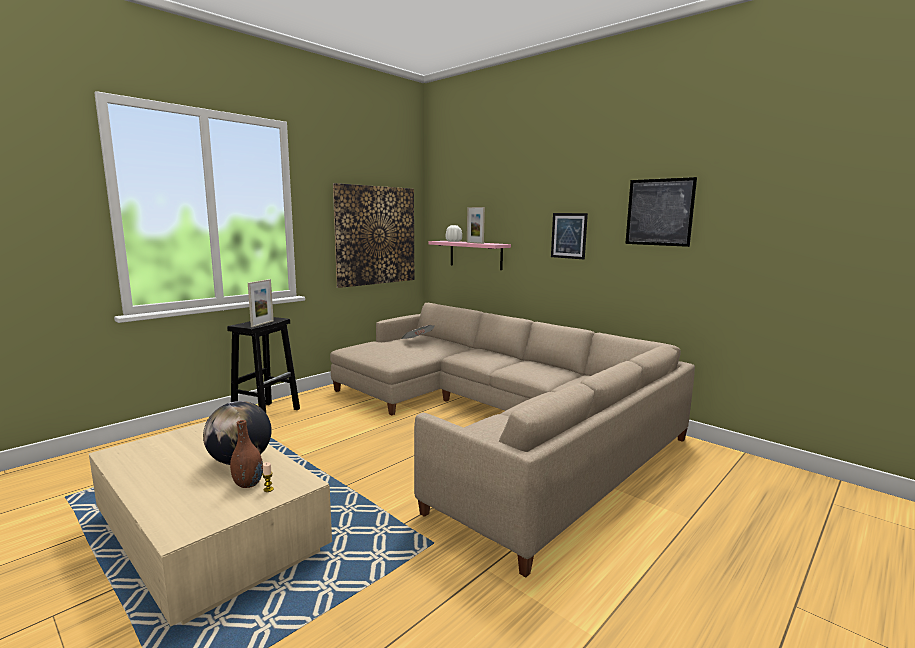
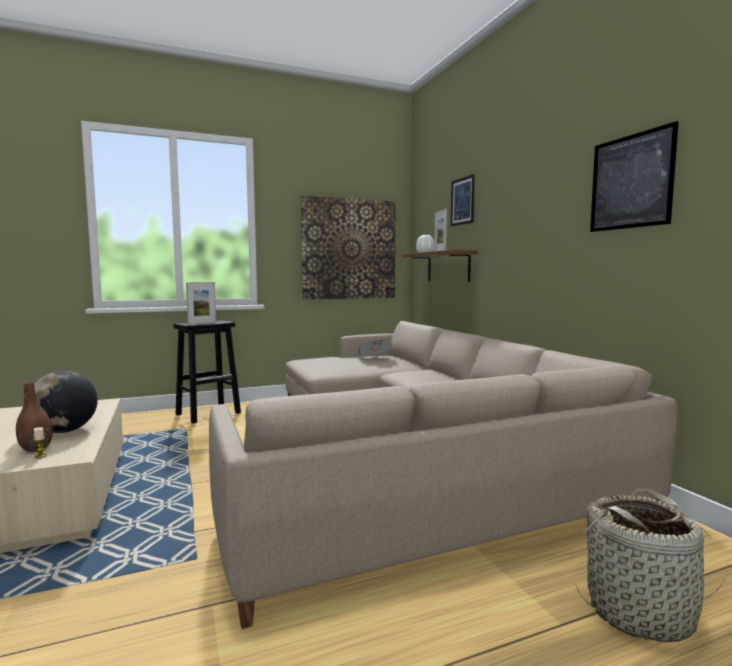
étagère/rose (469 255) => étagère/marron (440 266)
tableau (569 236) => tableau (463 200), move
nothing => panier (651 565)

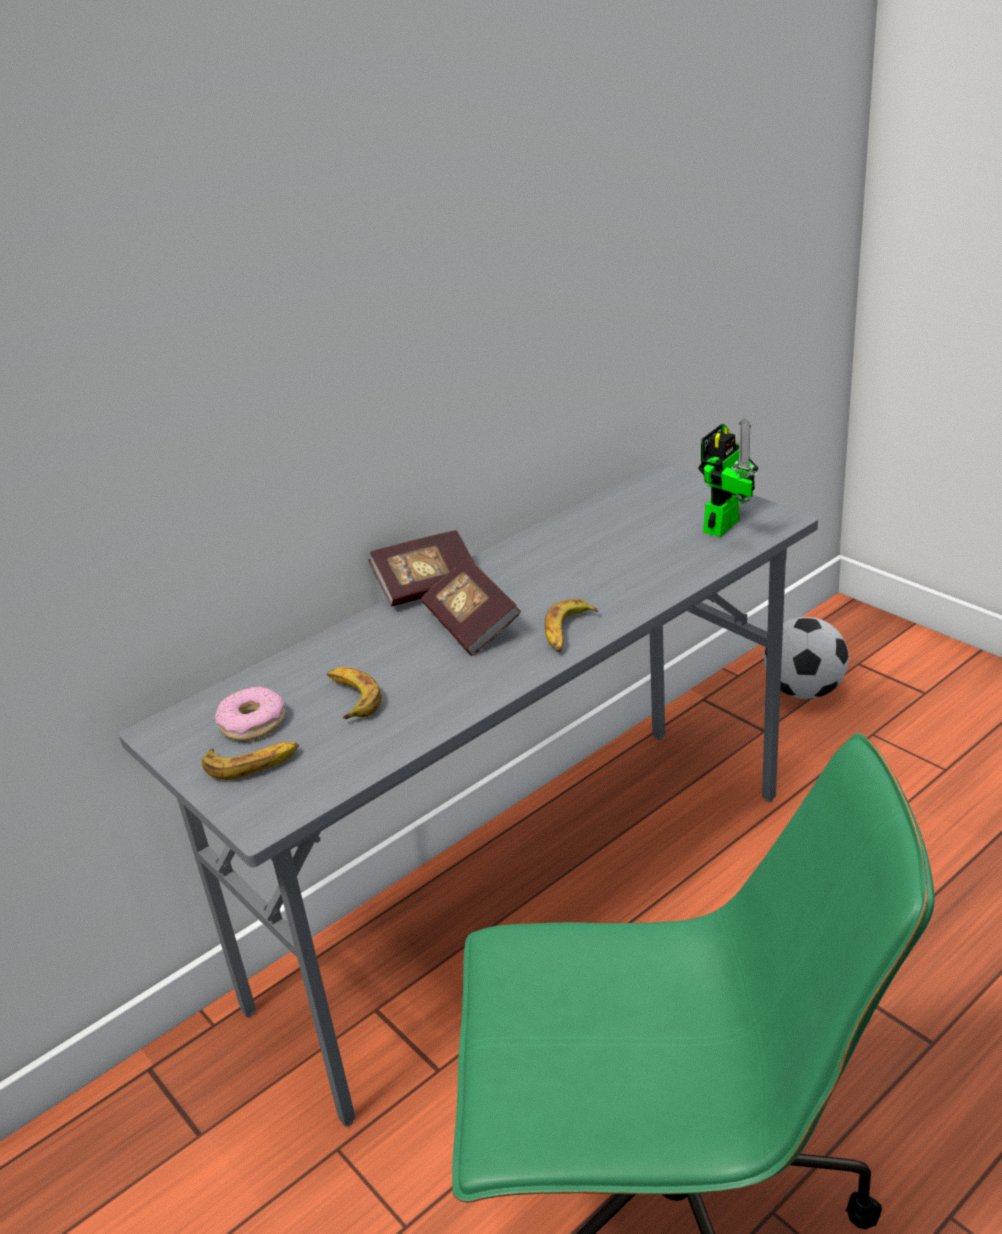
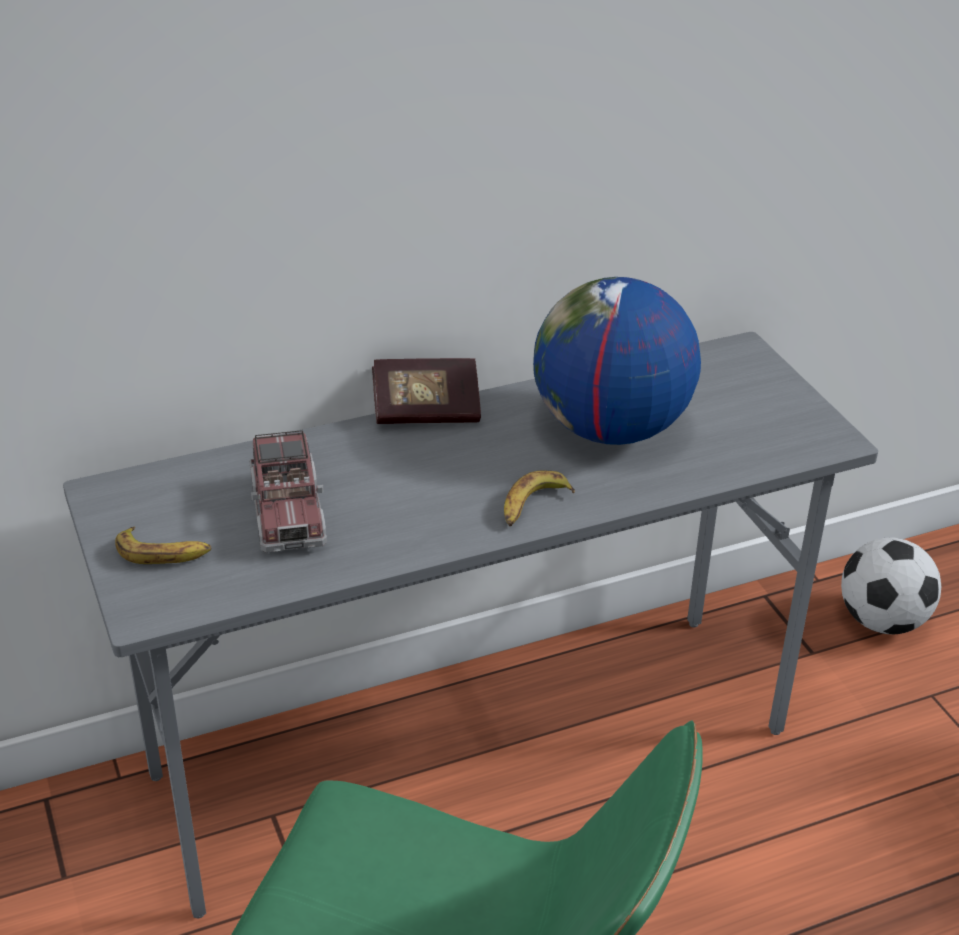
beignet (250 714) => nothing
banane (354 693) => camion jouet (288 491)
livre (471 607) => nothing
robot jouet (728 476) => nothing
nothing => globe (617 361)

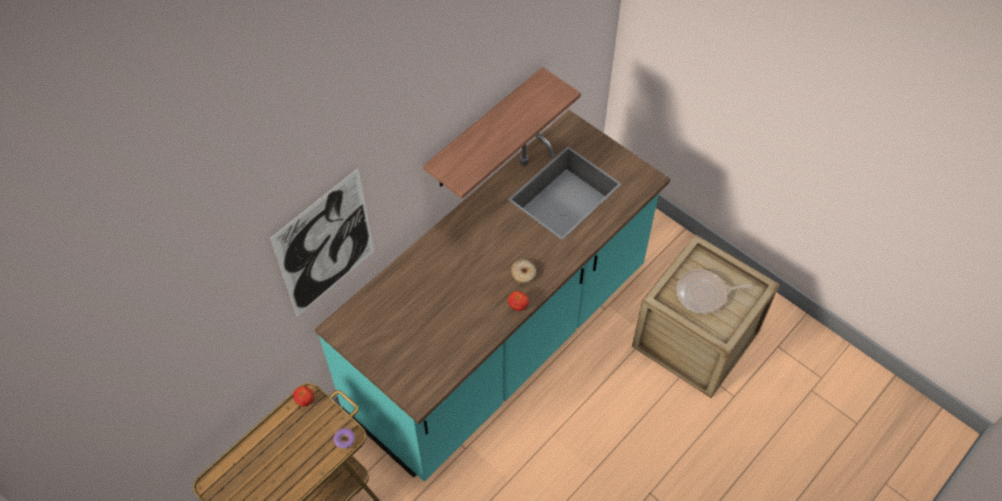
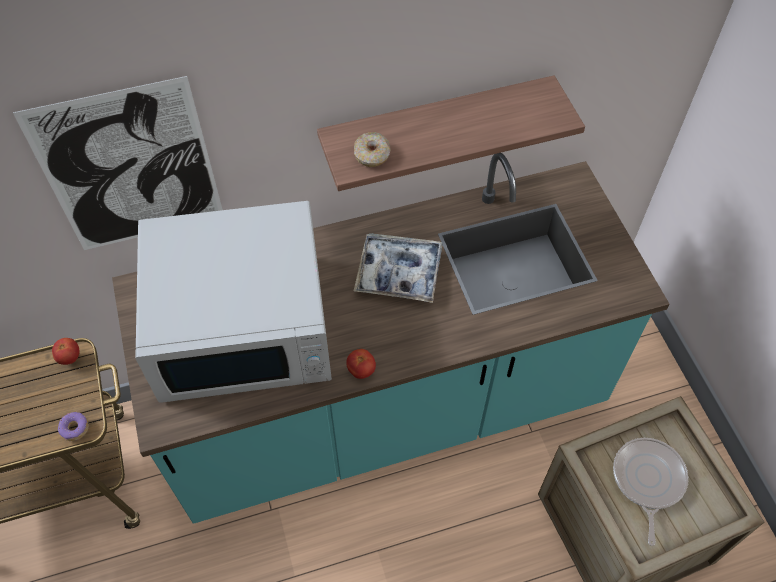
beignet (523 271) => beignet (372 149), move
poêle (714 291) => poêle (651 492), 75 degrees clockwise
nothing => micro-ondes/blanc (233 302)
nothing => plateau (398 268)

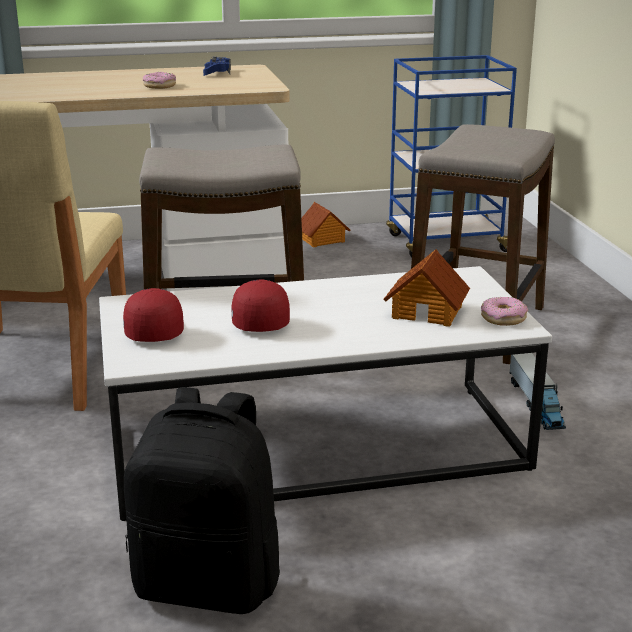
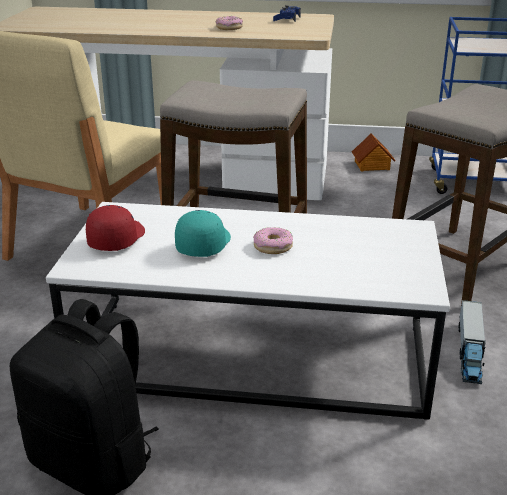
casquette/rouge (260 306) => casquette/turquoise (203 233)
maison miniature (426 288) => nothing
beignet (504 311) => beignet (273 240), move

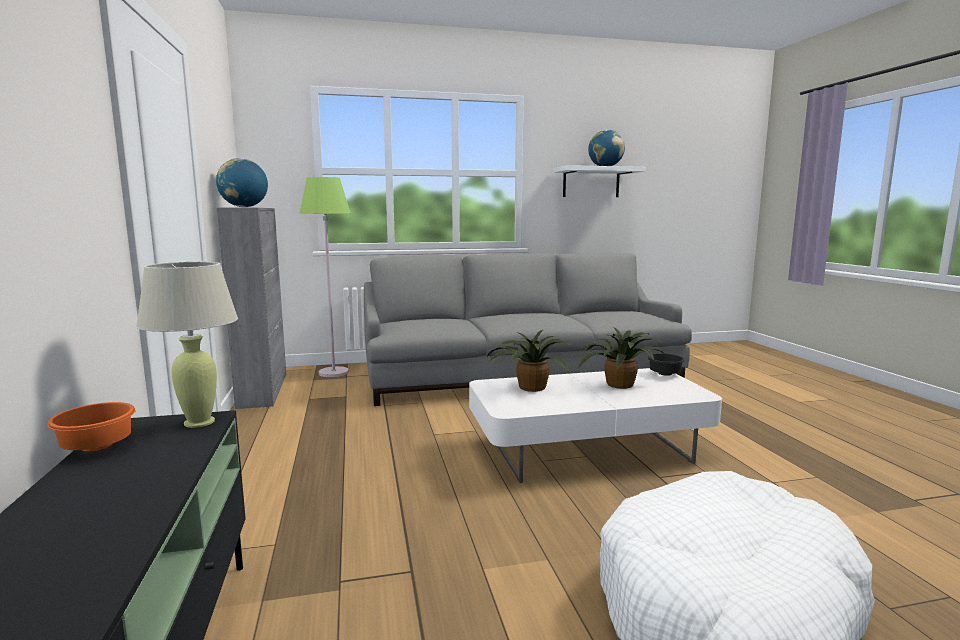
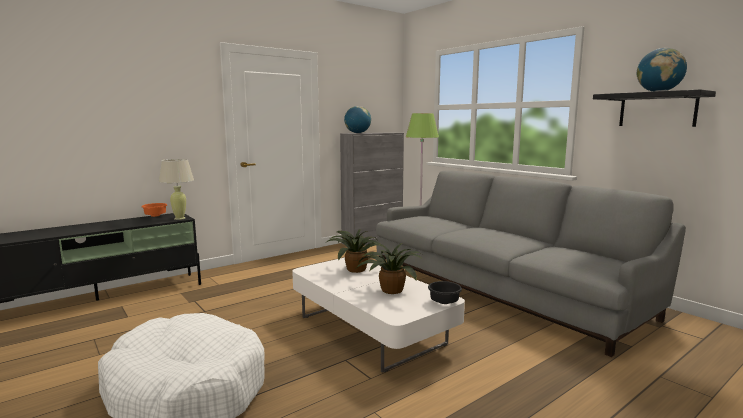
étagère/blanc (600 181) => étagère/noir (654 108)

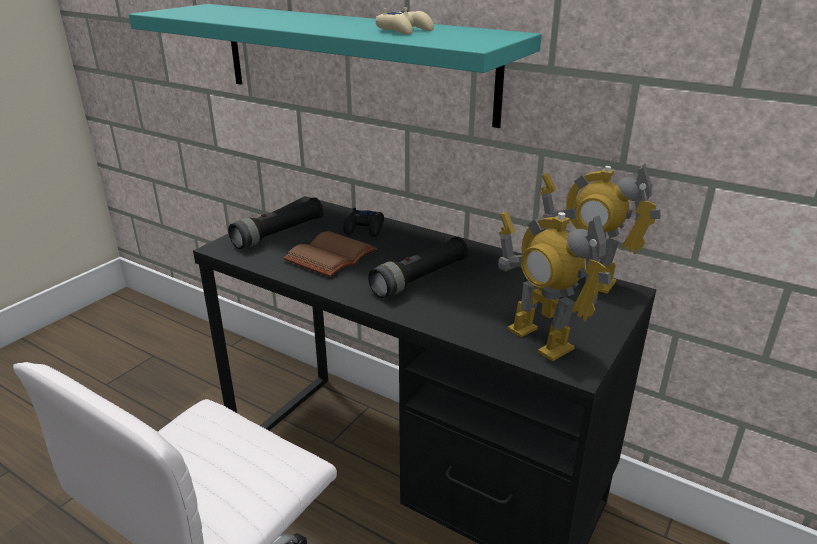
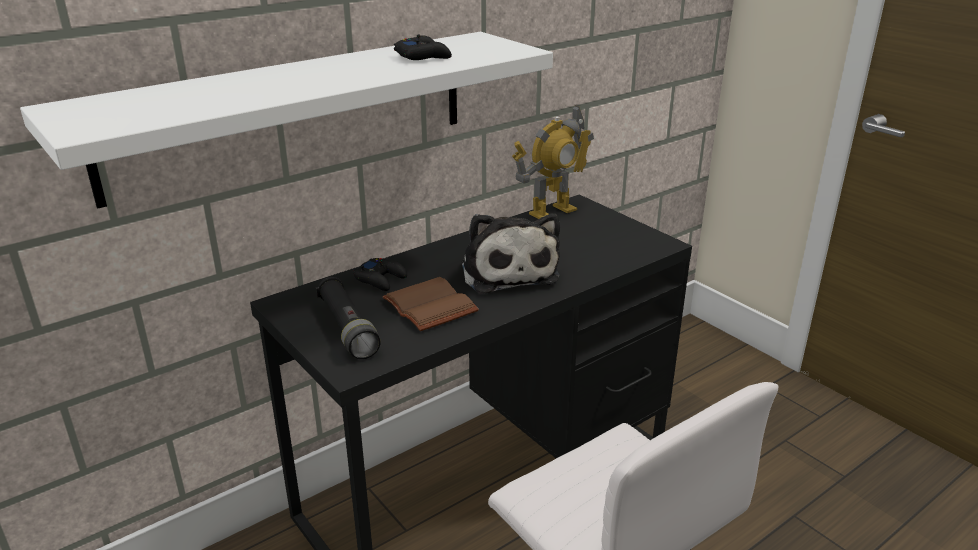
étagère/turquoise (335 66) => étagère/blanc (286 120)
lampe de poche/noir (418 267) => peluche (510 253)
manette/beige (405 21) => manette/noir (423 47)
robot jouet (554 286) => nothing

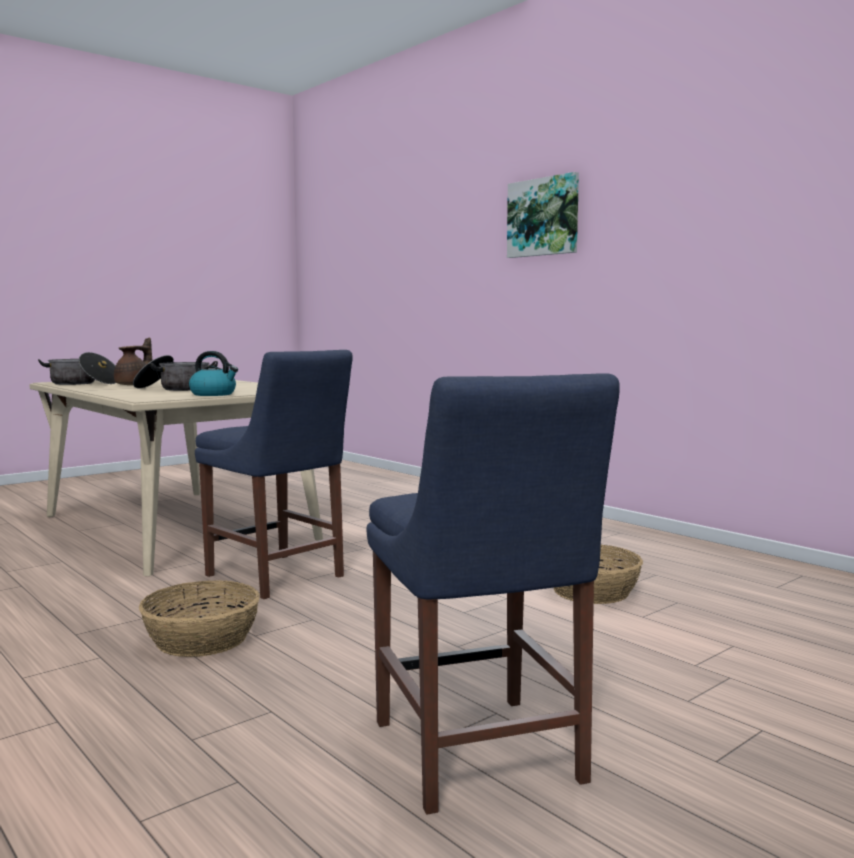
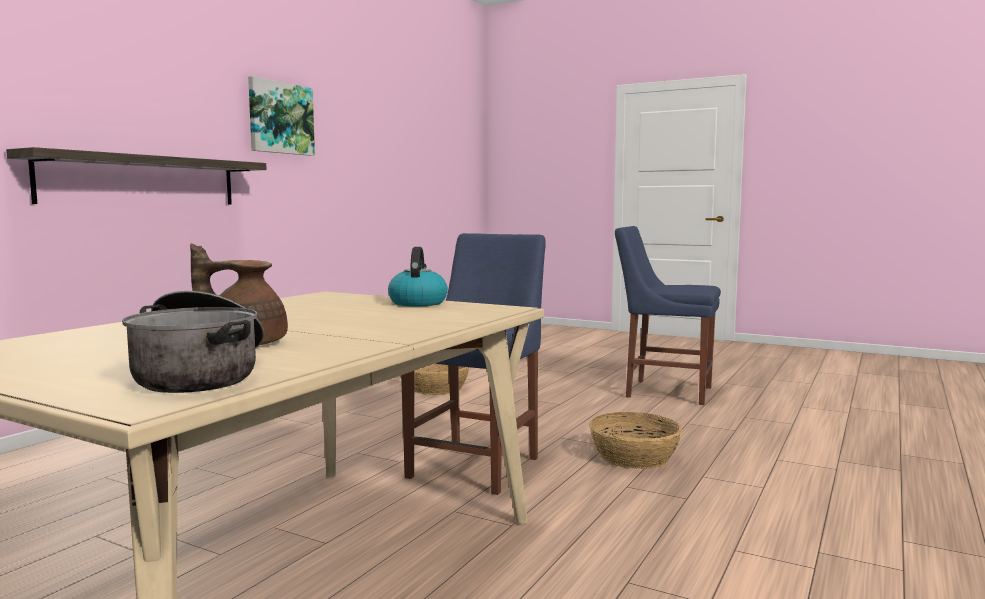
marmite (175 373) => nothing
chaise/bleu (493 594) => chaise/bleu (668 315), 120 degrees counterclockwise
tableau (543 215) => tableau (281 116), move
nothing => étagère (136 175)

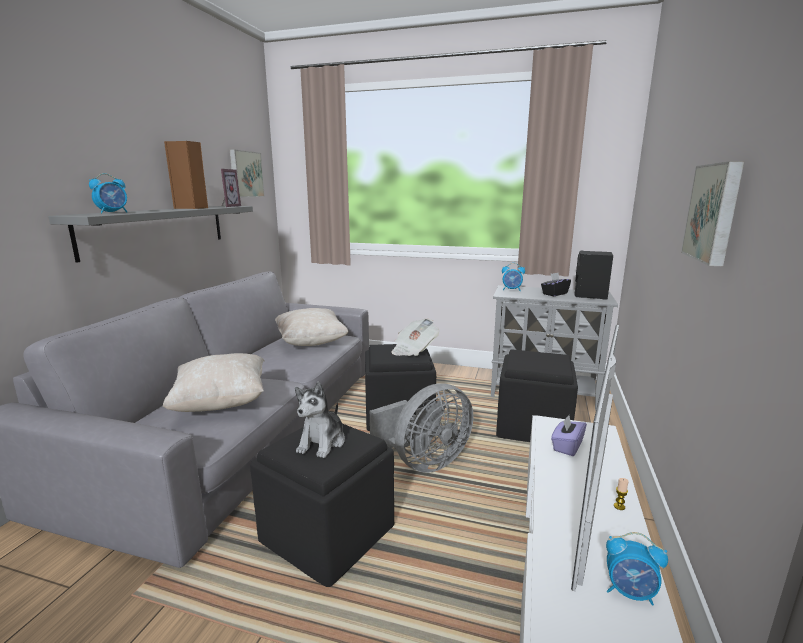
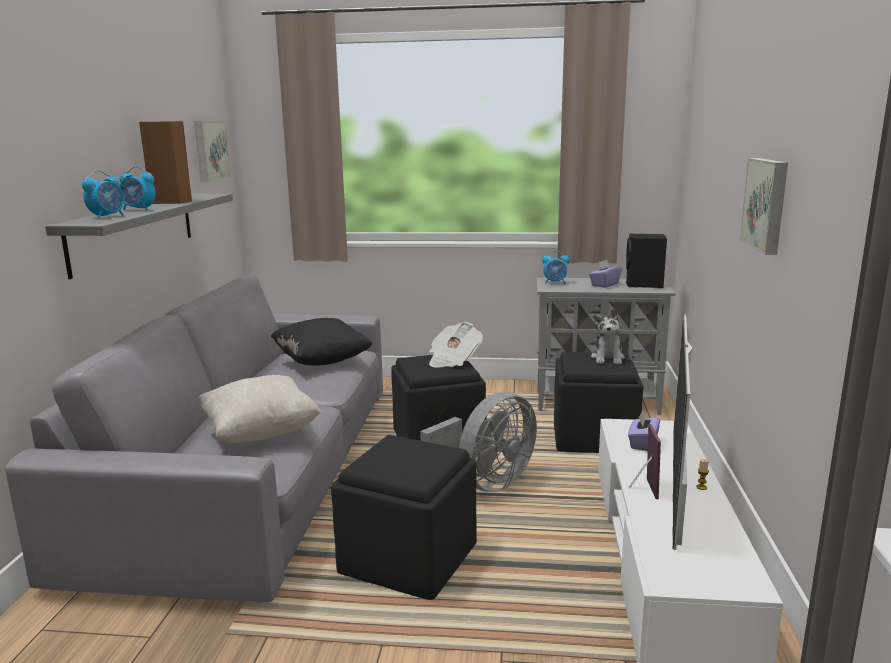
cadre photo (231 188) => cadre photo (645 461), move
coussin/beige (312 327) => coussin/noir (321 341)
peluche (320 420) => peluche (608 336), move
boîte à mouchoirs/noir (556 284) => boîte à mouchoirs/violet (605 274)
réveil (637 568) => réveil (137 188), move

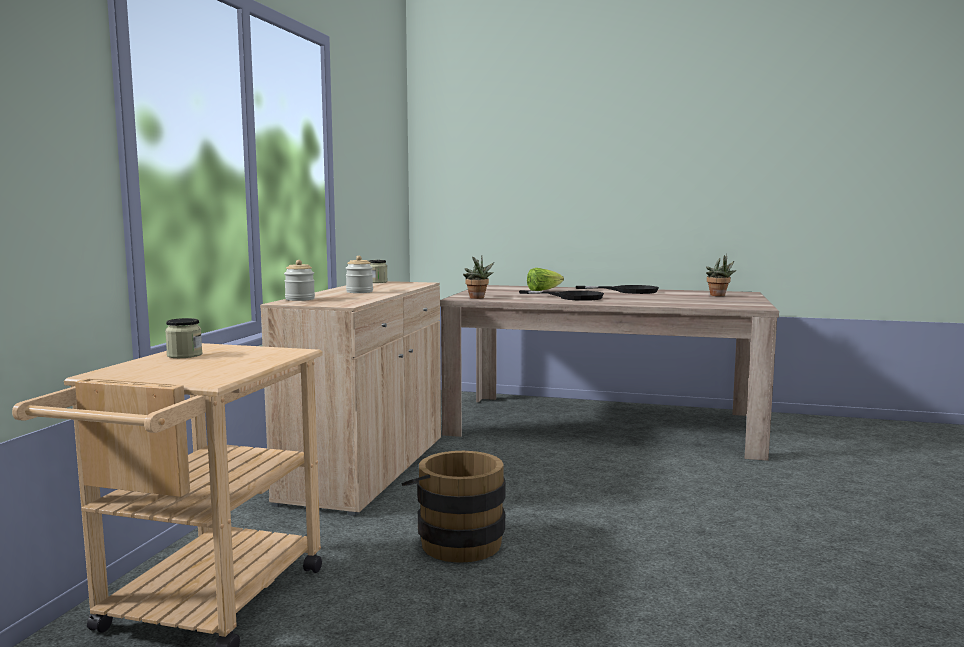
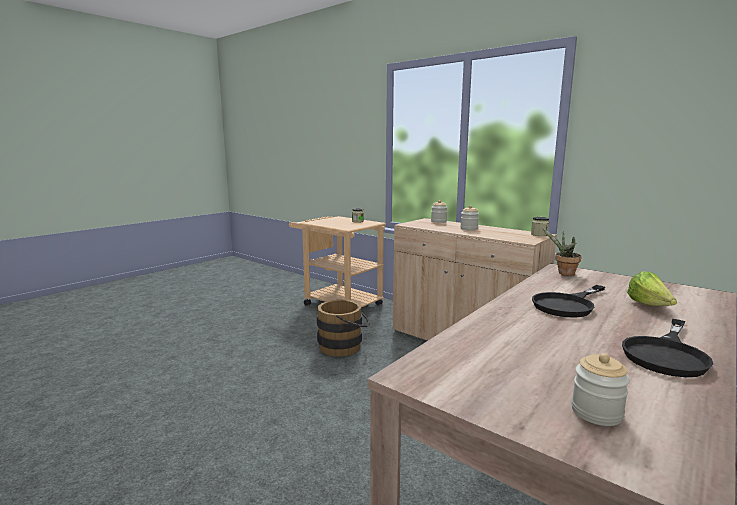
plante en pot (721 275) => bocal (600 389)

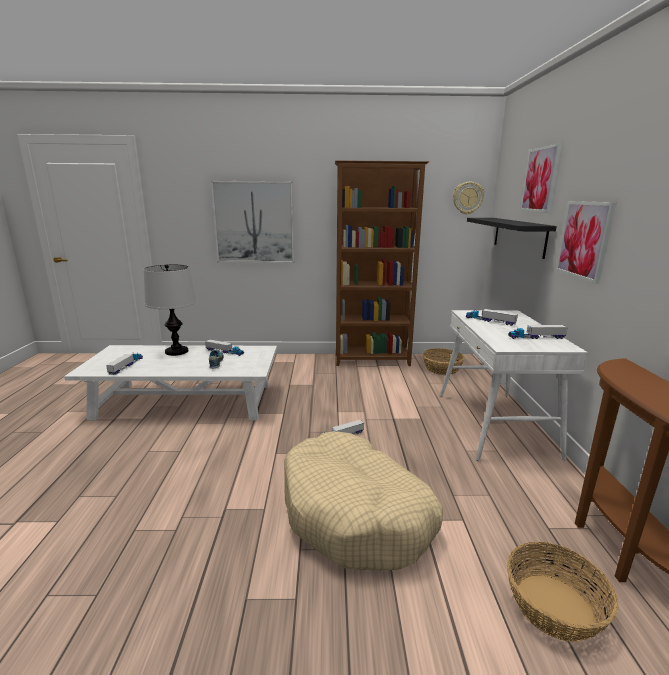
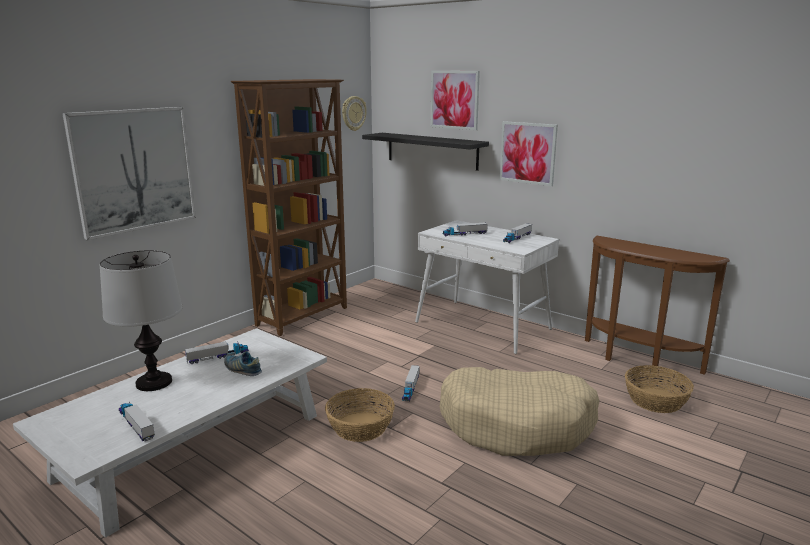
panier (443 361) => panier (360 415), move

